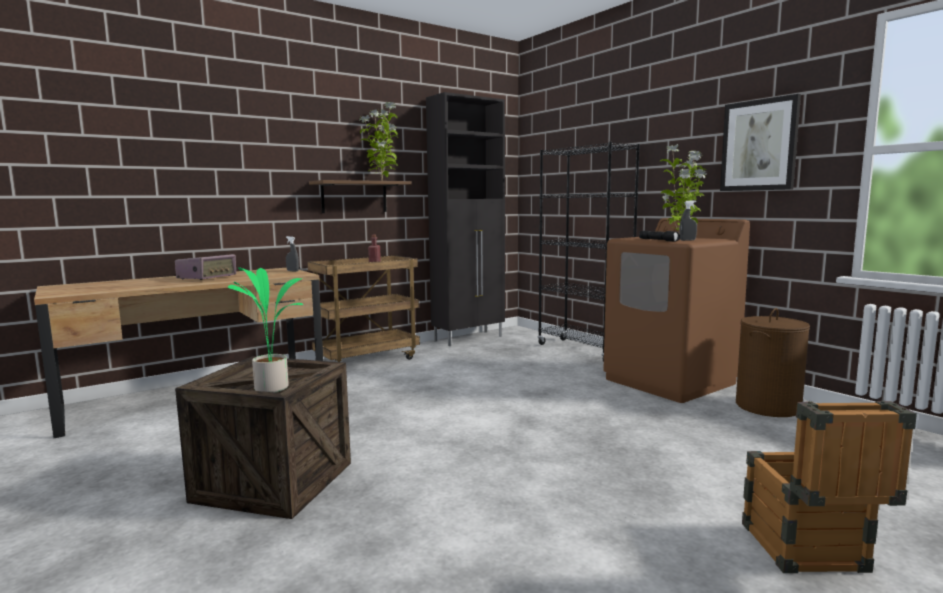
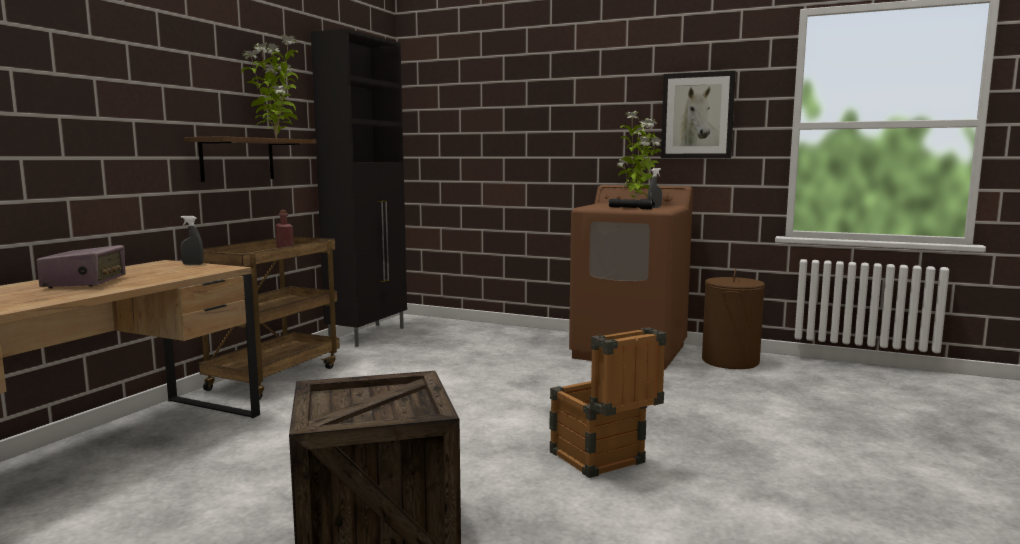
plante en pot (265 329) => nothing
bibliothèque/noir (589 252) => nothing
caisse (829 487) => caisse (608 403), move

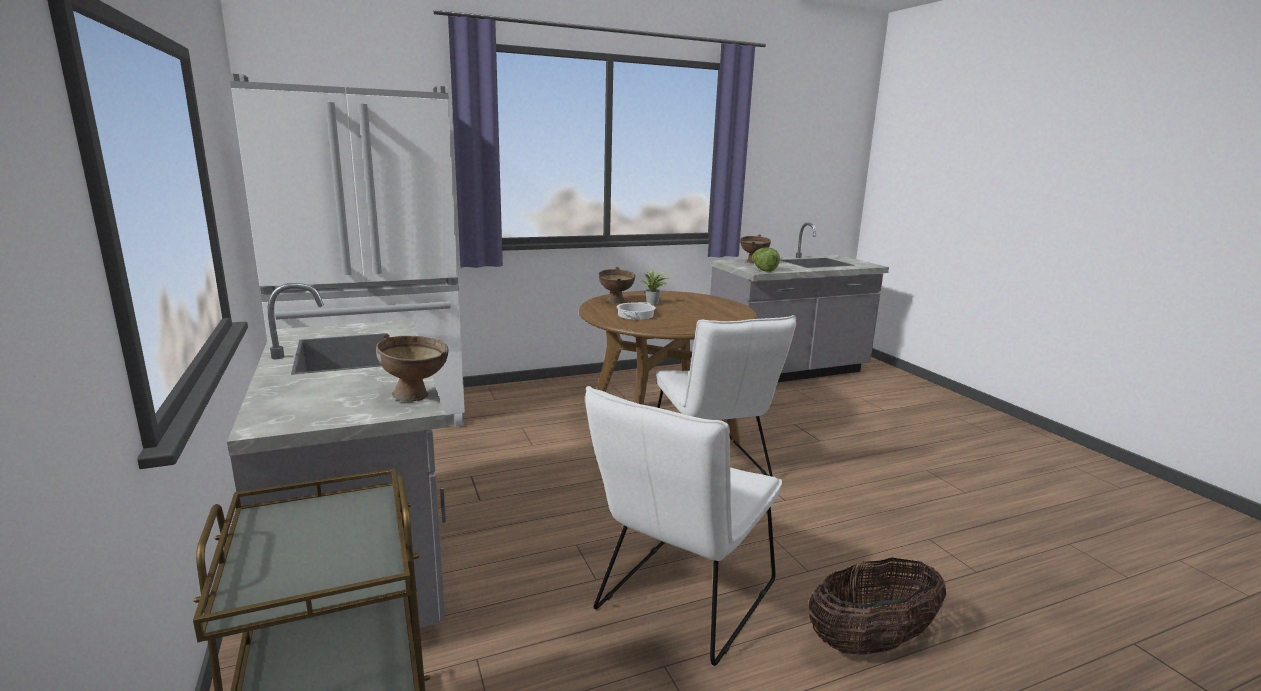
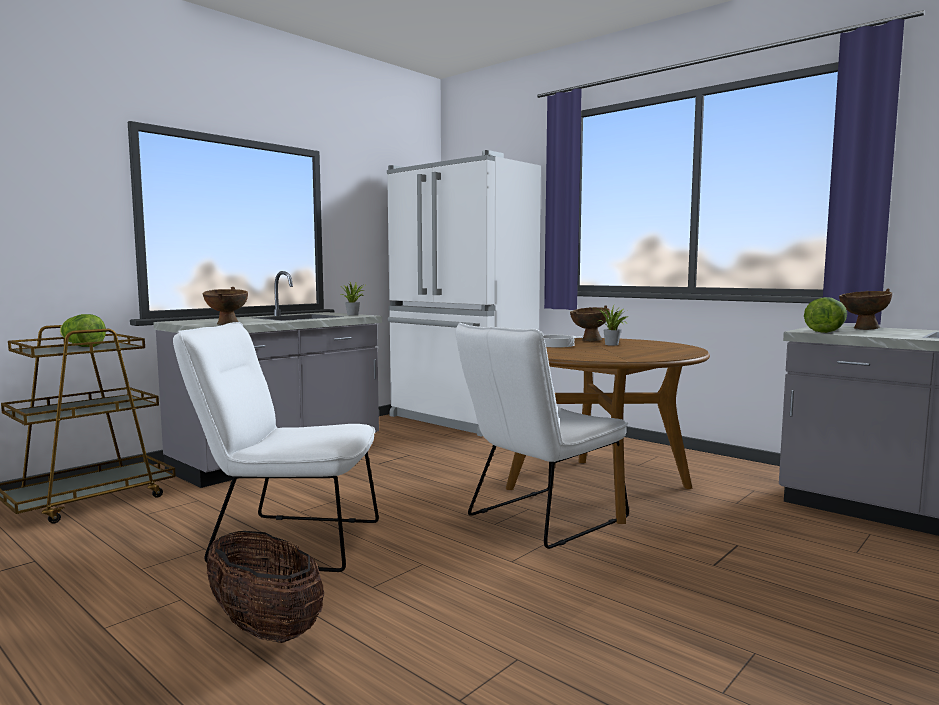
nothing => laitue (83 330)
nothing => plante en pot (353 298)

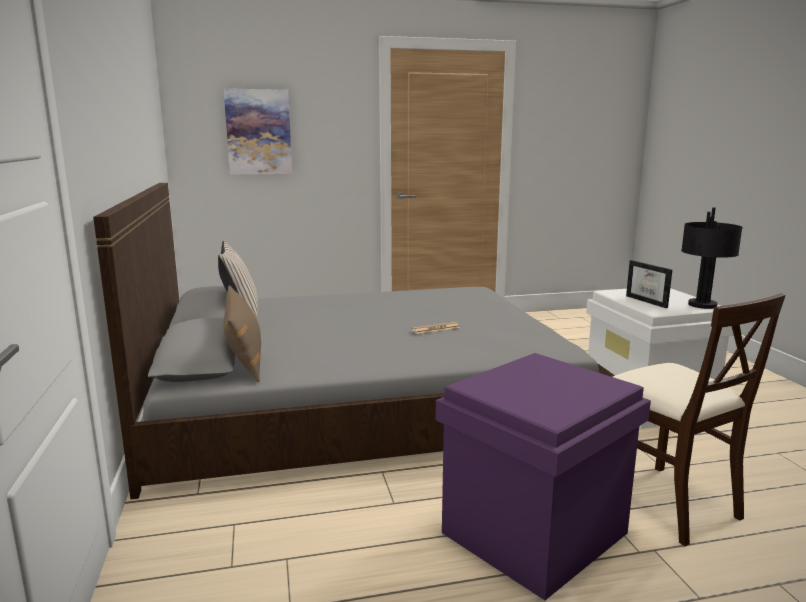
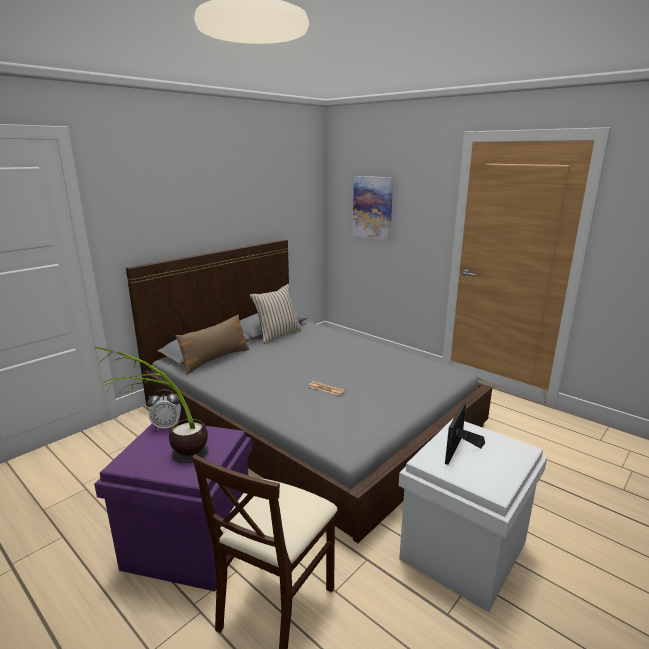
lampe de table/noir (712 258) => nothing
nothing => plante en pot (152 404)
nothing => réveil (164 410)

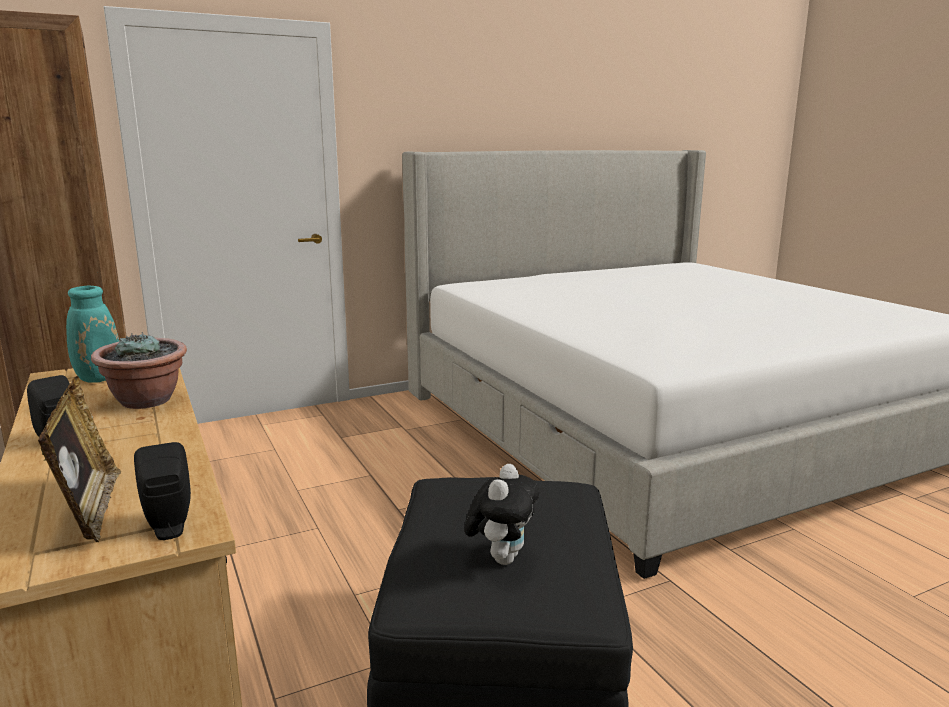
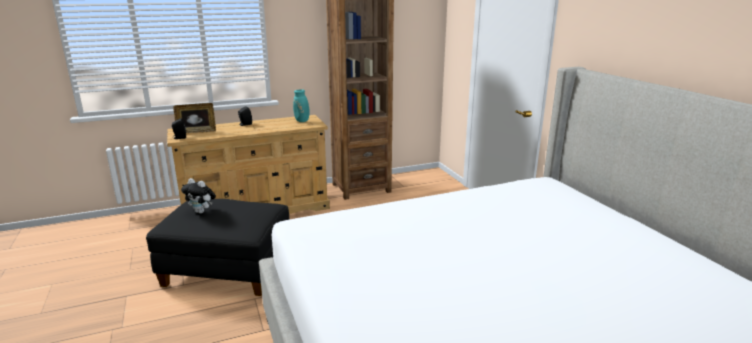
plante en pot (139 370) => nothing

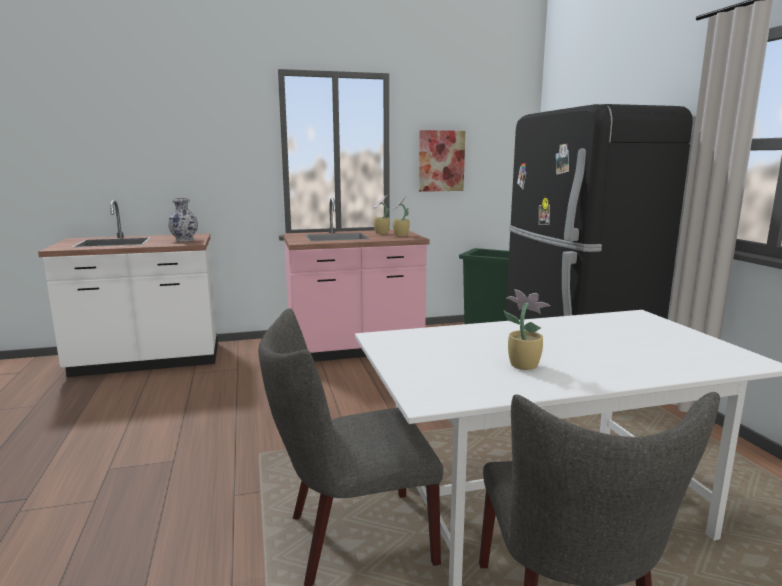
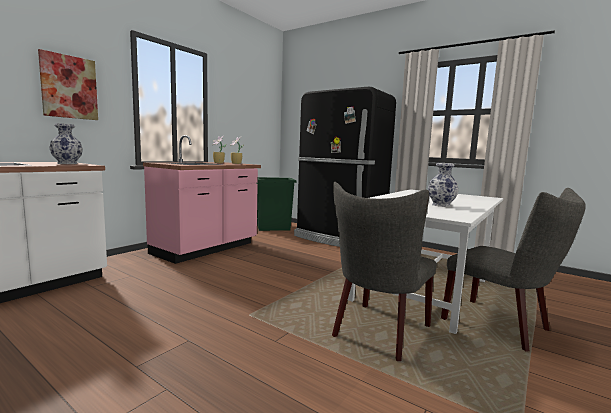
tableau (442 161) => tableau (68 84), move
plante en pot (527 329) => vase (443 185)

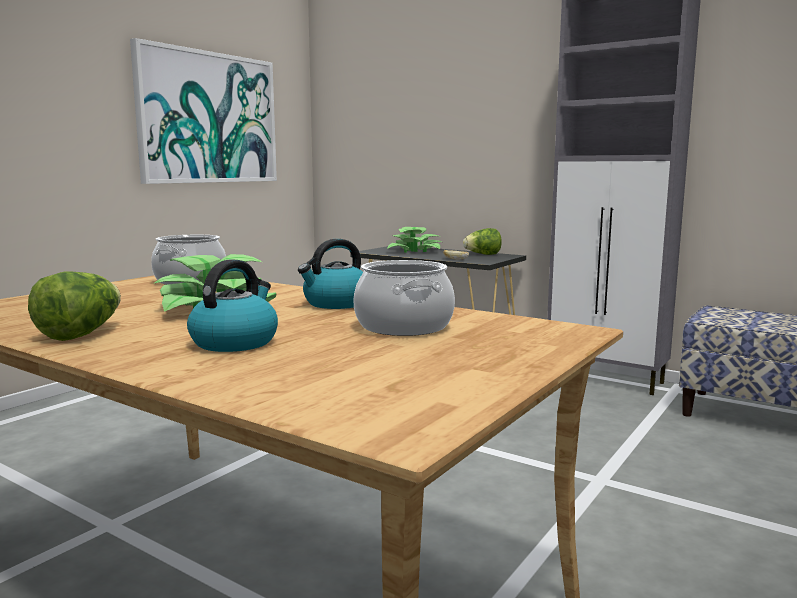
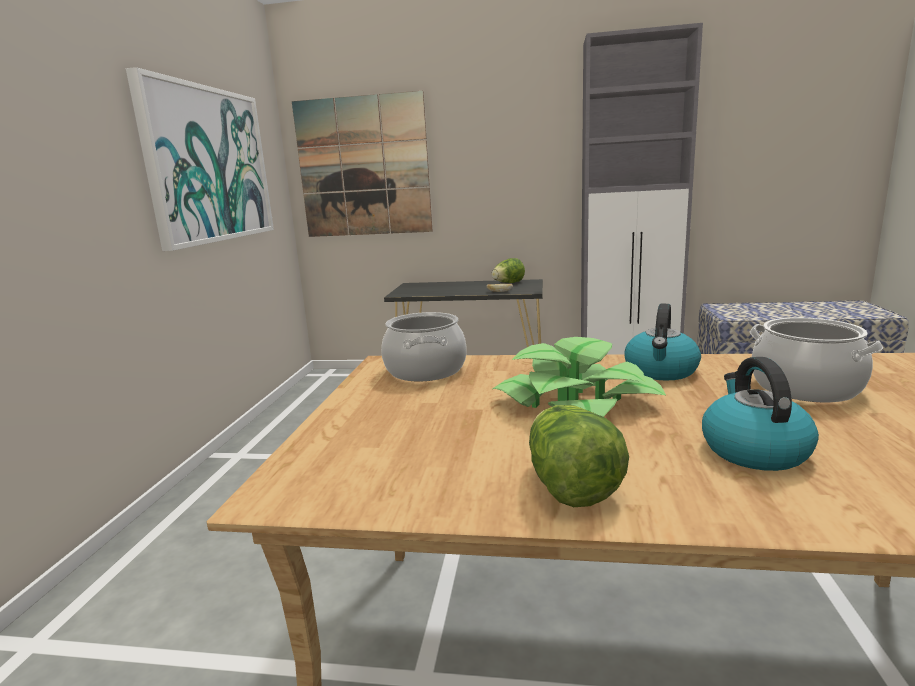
plante en pot (414 240) => nothing
nothing => tableau (362 164)

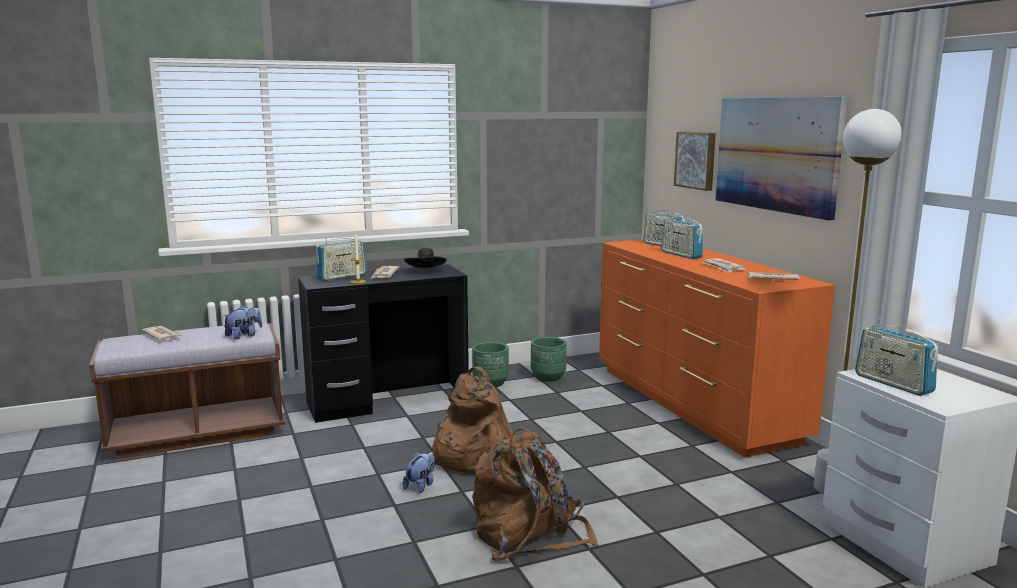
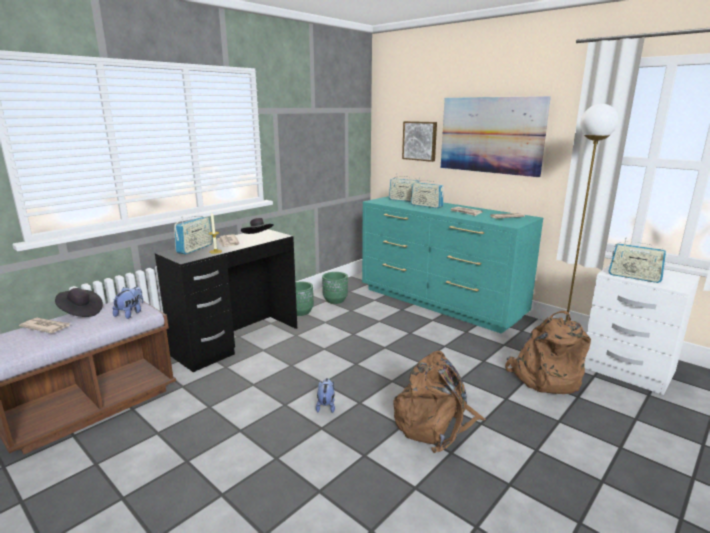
sac à dos/marron (473 419) => sac à dos/marron (548 352), move
commode/orange (717 348) => commode/turquoise (452 265)
nothing => chapeau/noir (79 302)

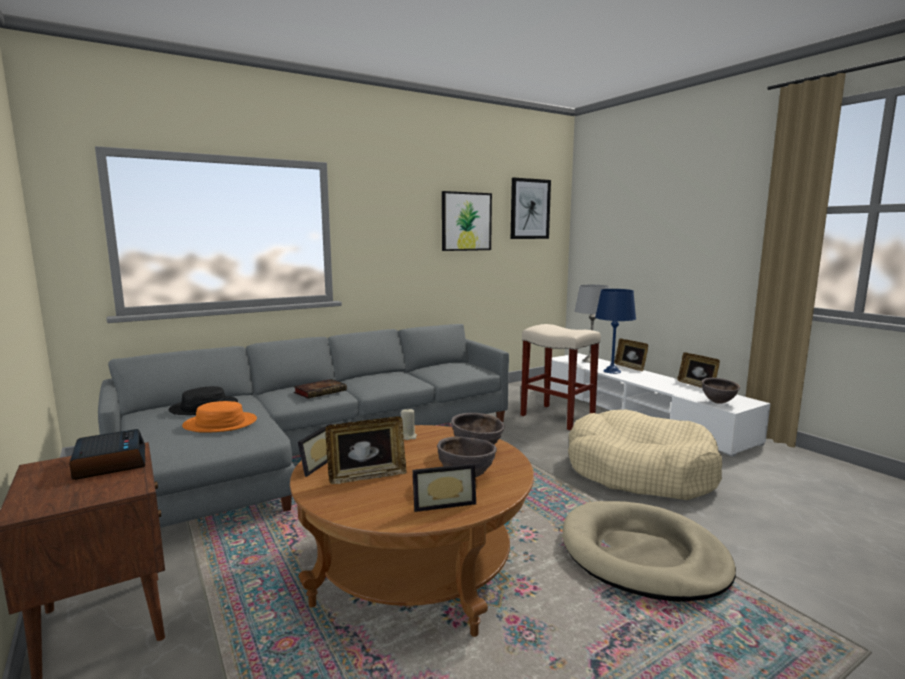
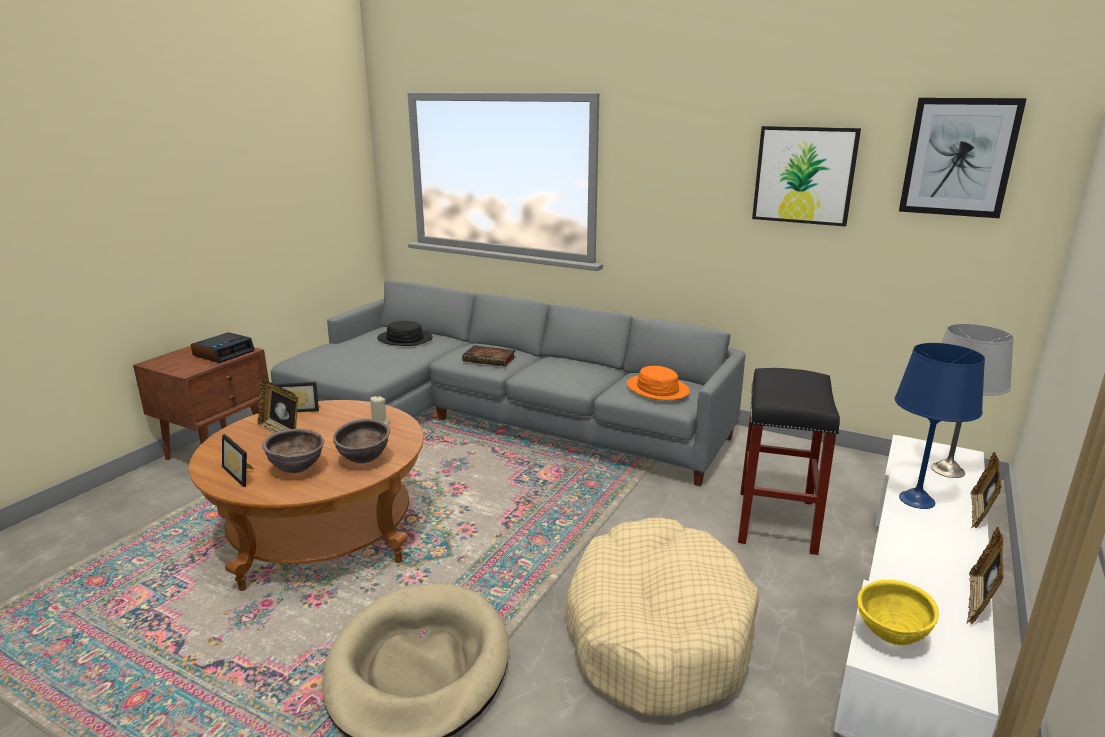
chapeau/orange (219 417) => chapeau/orange (658 383), move
tabouret/beige (561 377) => tabouret/noir (789 461)
bol/marron (720 391) => bol/jaune (898 612)

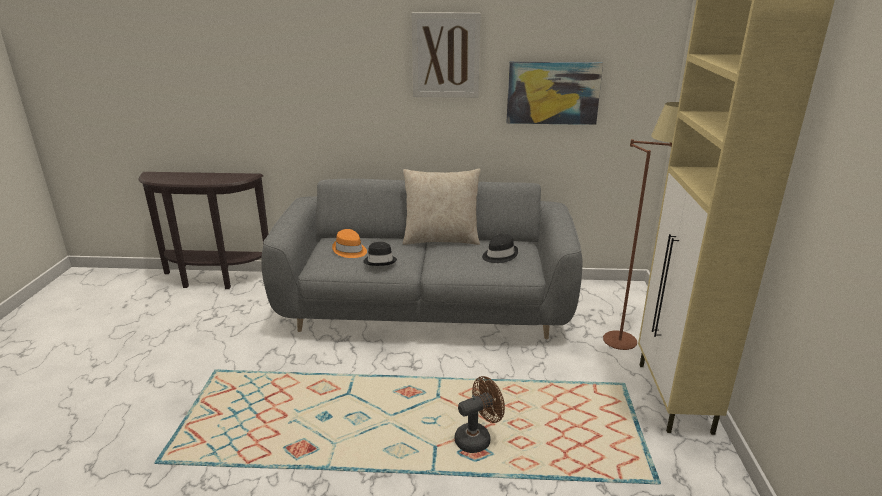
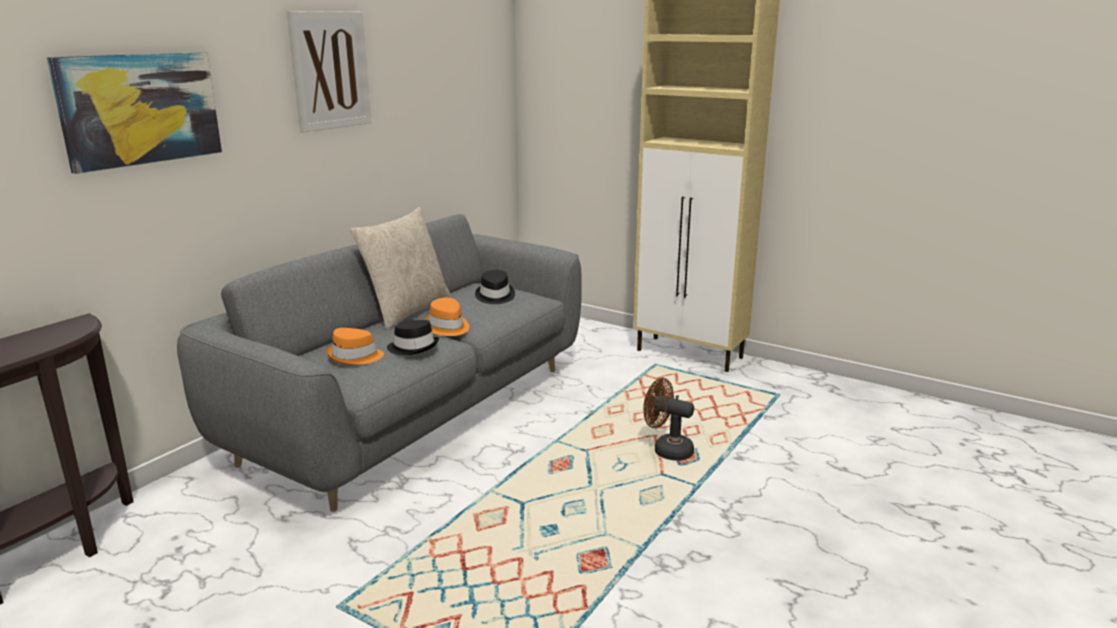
ventilateur/marron (480 414) => ventilateur/marron (668 419), 60 degrees counterclockwise
tableau (555 93) => tableau (134 113), move
lampadaire/marron (641 226) => nothing
nothing => chapeau/orange (447 316)

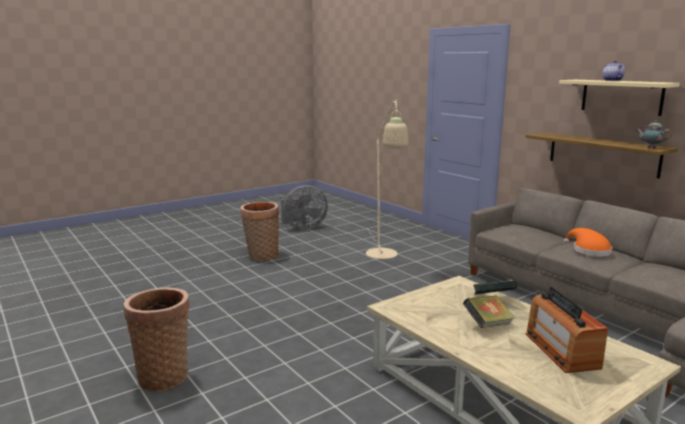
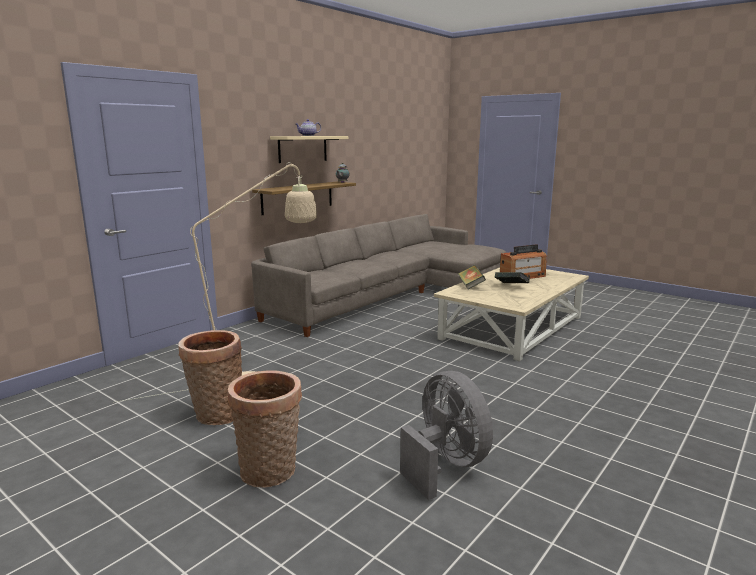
panier (157 339) => panier (210 377), move
ventilateur/gris (304 207) => ventilateur/gris (446 435), move
chapeau/orange (588 242) => nothing

